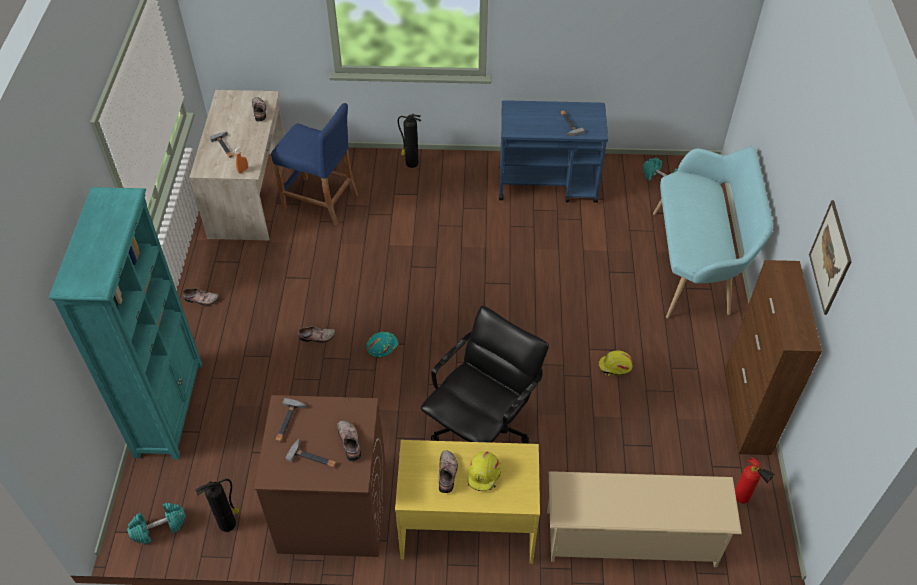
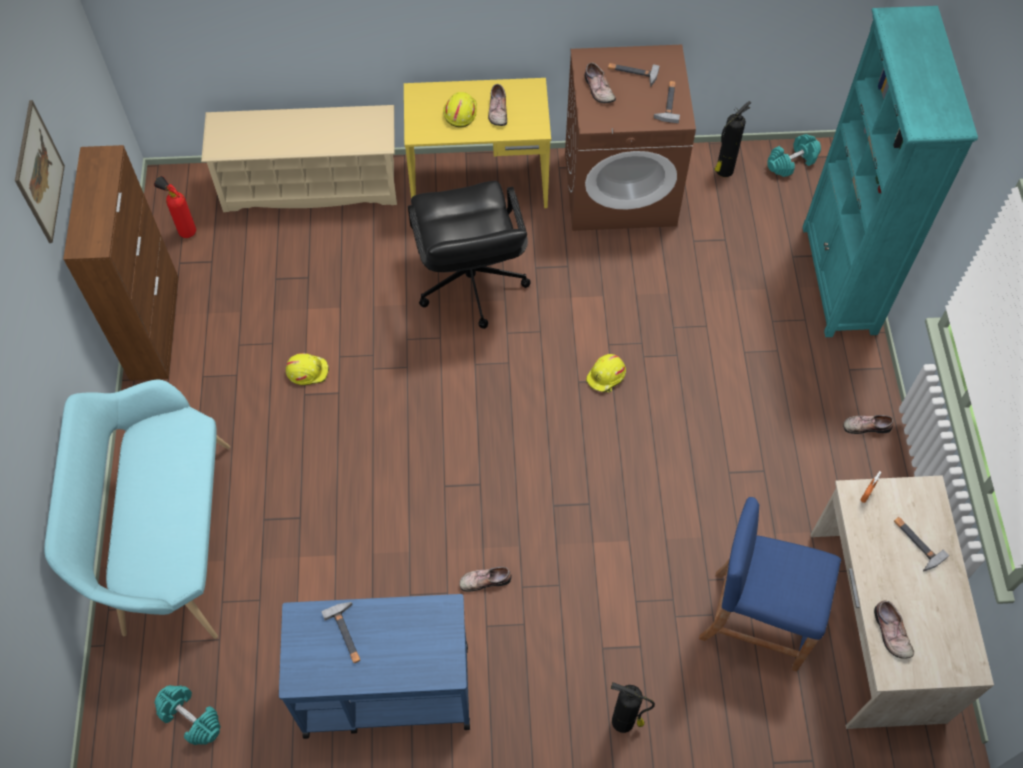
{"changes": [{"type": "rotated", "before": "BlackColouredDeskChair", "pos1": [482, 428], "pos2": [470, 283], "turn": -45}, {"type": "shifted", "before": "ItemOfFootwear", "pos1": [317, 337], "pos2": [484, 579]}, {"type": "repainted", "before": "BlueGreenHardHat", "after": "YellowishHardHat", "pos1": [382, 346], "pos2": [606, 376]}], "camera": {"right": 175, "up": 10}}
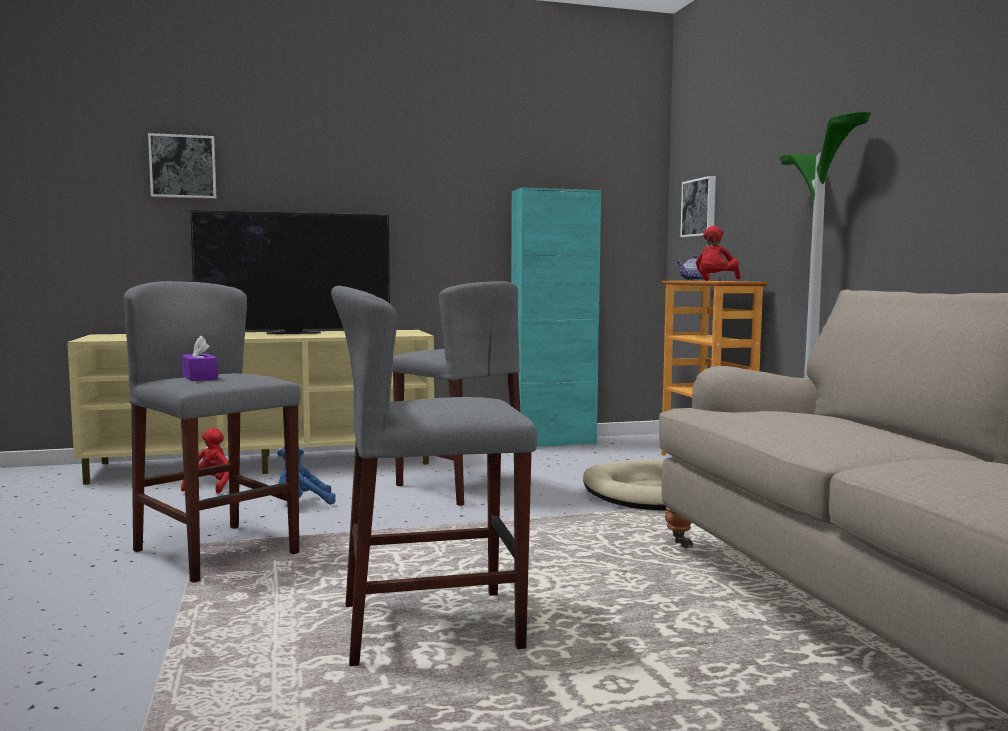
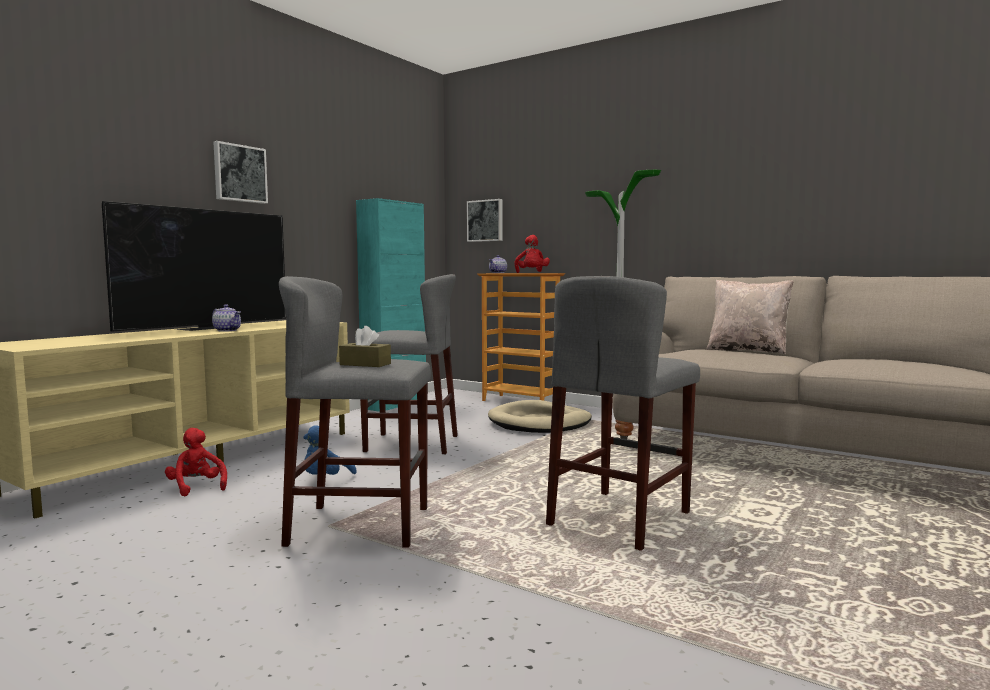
{"changes": [{"type": "new", "after": "TeaPot", "pos2": [227, 330]}, {"type": "shifted", "before": "WallPicture", "pos1": [183, 166], "pos2": [239, 173]}, {"type": "repainted", "before": "PurplishBoxOfTissues", "after": "BrownBoxOfTissues", "pos1": [200, 377], "pos2": [365, 364]}, {"type": "new", "after": "BeigeColouredPillow", "pos2": [748, 351]}], "camera": {"right": -40, "up": 0}}
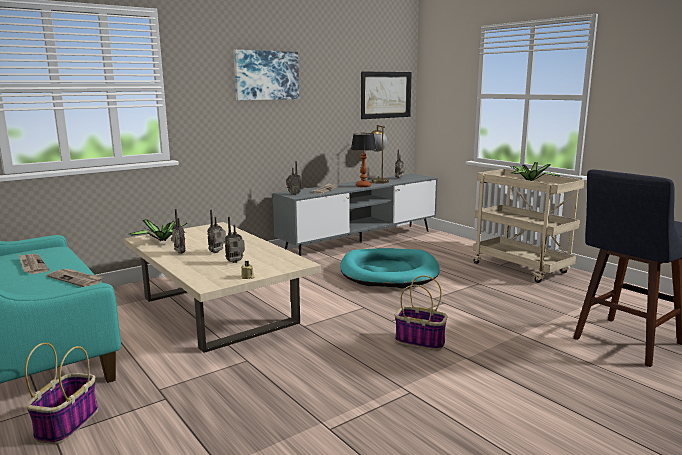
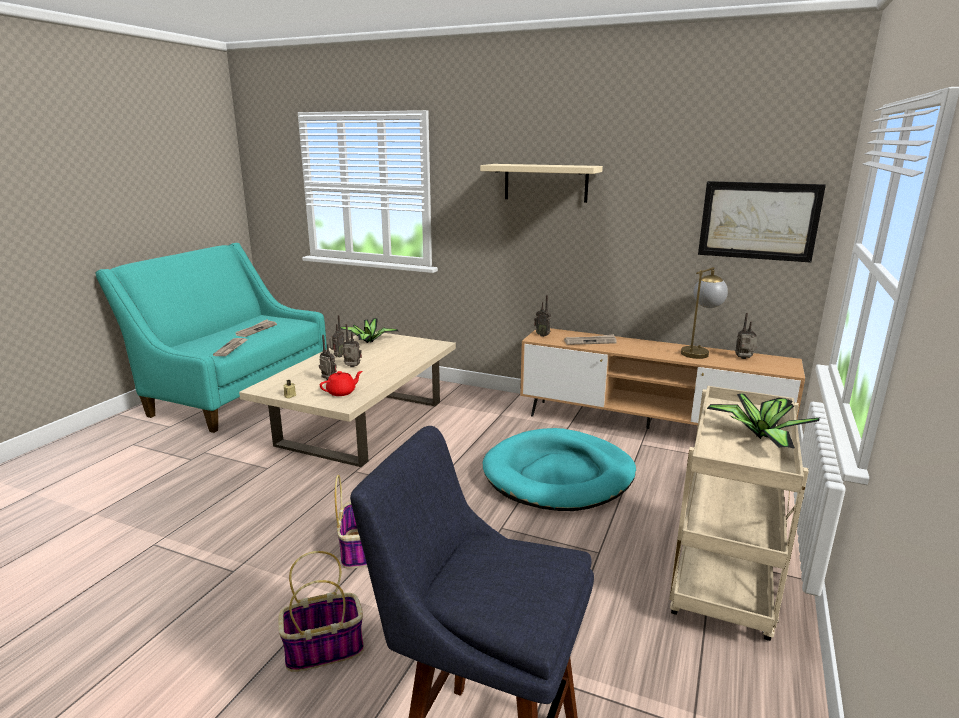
{"changes": [{"type": "shifted", "before": "Basket", "pos1": [67, 423], "pos2": [325, 649]}, {"type": "new", "after": "RedColouredTeaPot", "pos2": [342, 392]}, {"type": "swapped", "before": "WallPicture", "after": "BeigeColouredWallShelf", "pos1": [266, 75], "pos2": [545, 182]}, {"type": "repainted", "before": "GreyishTvStand", "after": "BrownTvStand", "pos1": [360, 242], "pos2": [647, 428]}, {"type": "gone", "before": "TableLamp", "pos1": [363, 186]}], "camera": {"right": 60, "up": 5}}
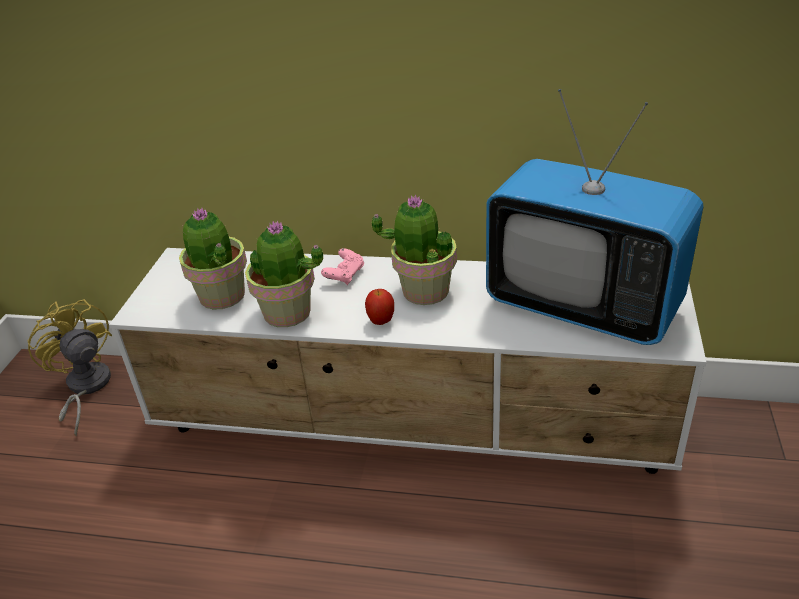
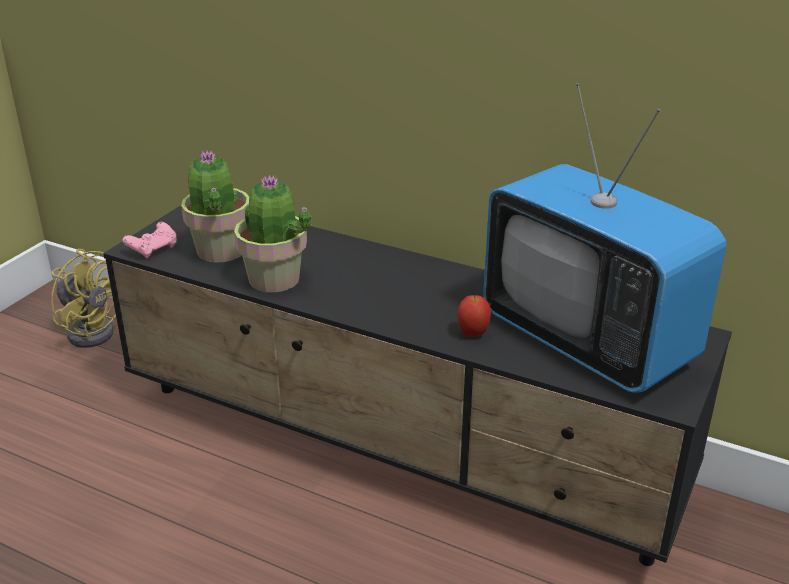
{"changes": [{"type": "rotated", "before": "YellowishElectricFan", "pos1": [85, 388], "pos2": [93, 329], "turn": 150}, {"type": "repainted", "before": "WhitishTvStand", "after": "BlackColouredTvStand", "pos1": [412, 427], "pos2": [397, 448]}, {"type": "shifted", "before": "PinkishGamepad", "pos1": [345, 275], "pos2": [153, 249]}, {"type": "shifted", "before": "Apple", "pos1": [381, 321], "pos2": [473, 334]}, {"type": "gone", "before": "Houseplant", "pos1": [424, 290]}], "camera": {"right": 15, "up": -5}}
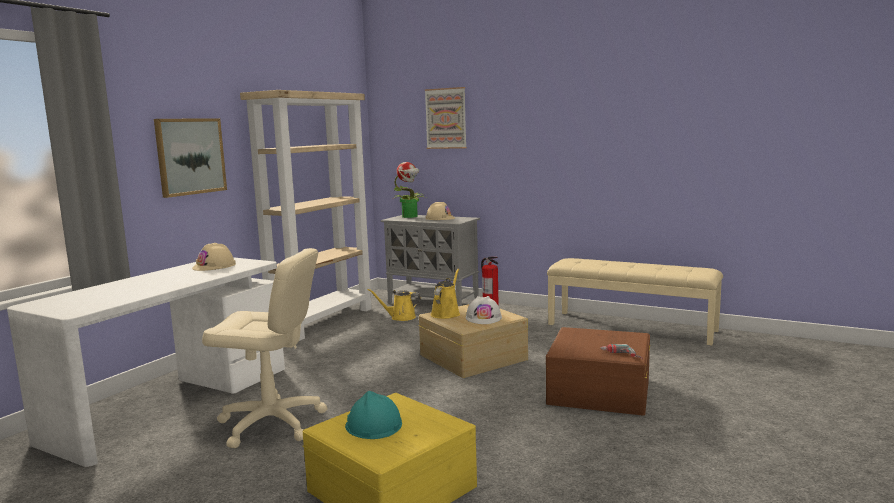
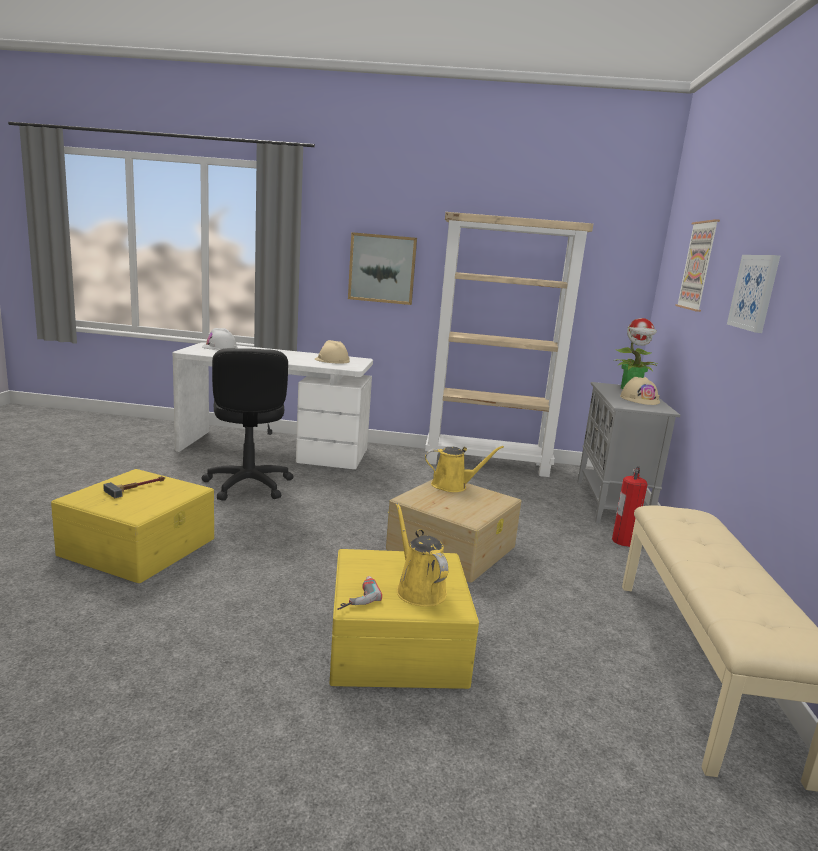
{"changes": [{"type": "swapped", "before": "BlueGreenHardHat", "after": "ToolHammer", "pos1": [373, 425], "pos2": [138, 488]}, {"type": "repainted", "before": "BeigeColouredDeskChair", "after": "BlackColouredDeskChair", "pos1": [271, 423], "pos2": [248, 485]}, {"type": "shifted", "before": "WhitishHardHat", "pos1": [483, 318], "pos2": [219, 347]}, {"type": "repainted", "before": "BrownStorageContainer", "after": "YellowishStorageContainer", "pos1": [598, 391], "pos2": [395, 643]}, {"type": "shifted", "before": "YellowishWateringPot", "pos1": [400, 317], "pos2": [418, 589]}, {"type": "new", "after": "WallPicture", "pos2": [754, 292]}], "camera": {"right": 65, "up": 5}}
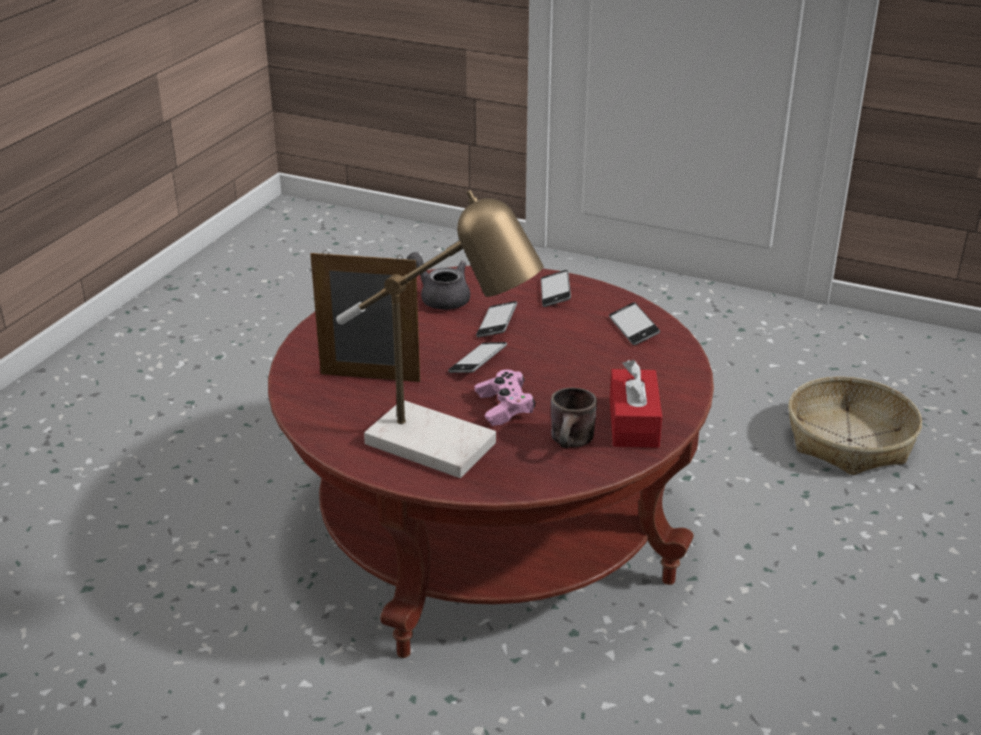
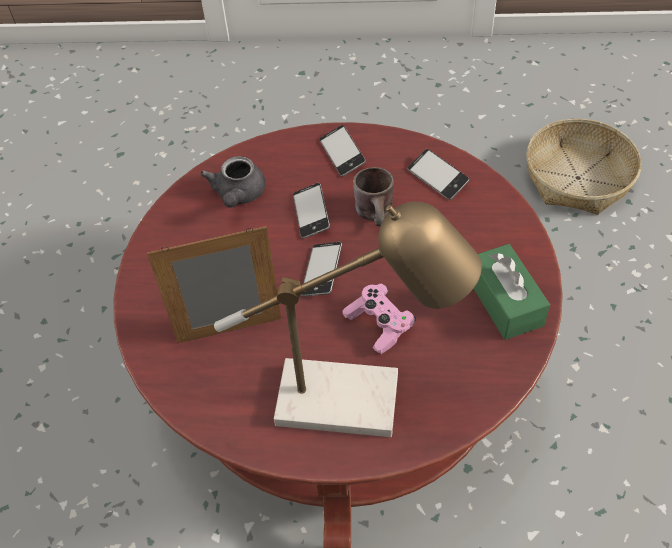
{"changes": [{"type": "rotated", "before": "GreyishTeaPot", "pos1": [440, 297], "pos2": [238, 195], "turn": -105}, {"type": "shifted", "before": "BrownCoffeeMug", "pos1": [574, 443], "pos2": [378, 214]}, {"type": "repainted", "before": "RedColouredBoxOfTissues", "after": "GreenColouredBoxOfTissues", "pos1": [633, 423], "pos2": [504, 301]}], "camera": {"right": -20, "up": 20}}
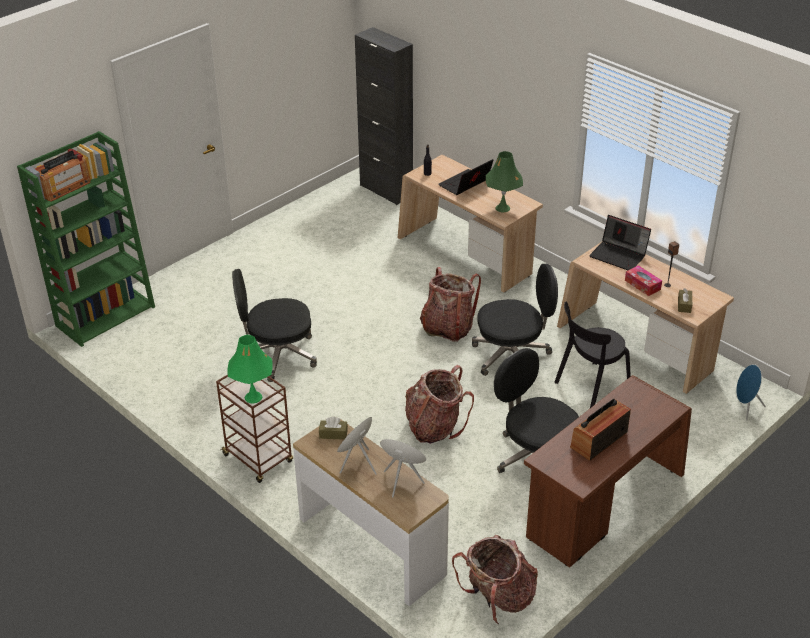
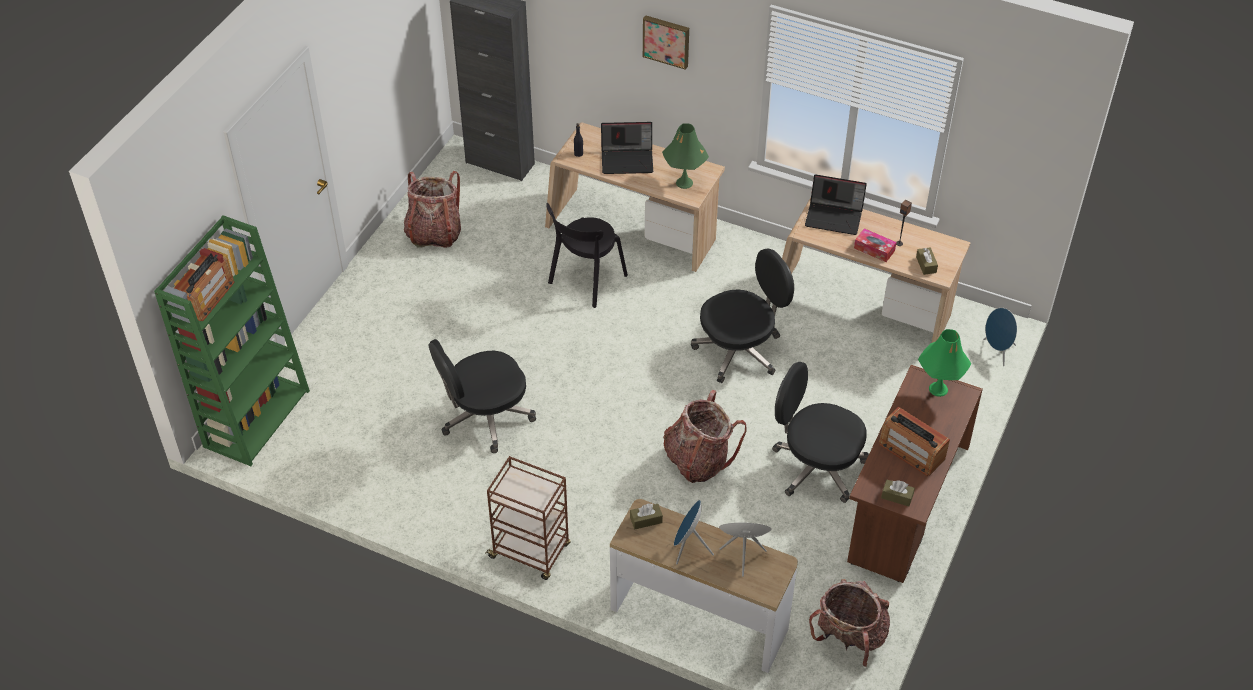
{"changes": [{"type": "shifted", "before": "Knapsack", "pos1": [447, 327], "pos2": [434, 233]}, {"type": "shifted", "before": "BlackColouredPlainChair", "pos1": [589, 388], "pos2": [585, 281]}, {"type": "rotated", "before": "NotebookComputer", "pos1": [465, 185], "pos2": [628, 160], "turn": -120}, {"type": "new", "after": "WallPicture", "pos2": [666, 40]}, {"type": "rotated", "before": "Radio", "pos1": [598, 440], "pos2": [911, 451], "turn": -75}, {"type": "new", "after": "BrownBoxOfTissues", "pos2": [897, 496]}, {"type": "shifted", "before": "GreenColouredTableLamp", "pos1": [253, 397], "pos2": [938, 389]}], "camera": {"right": -20, "up": 10}}
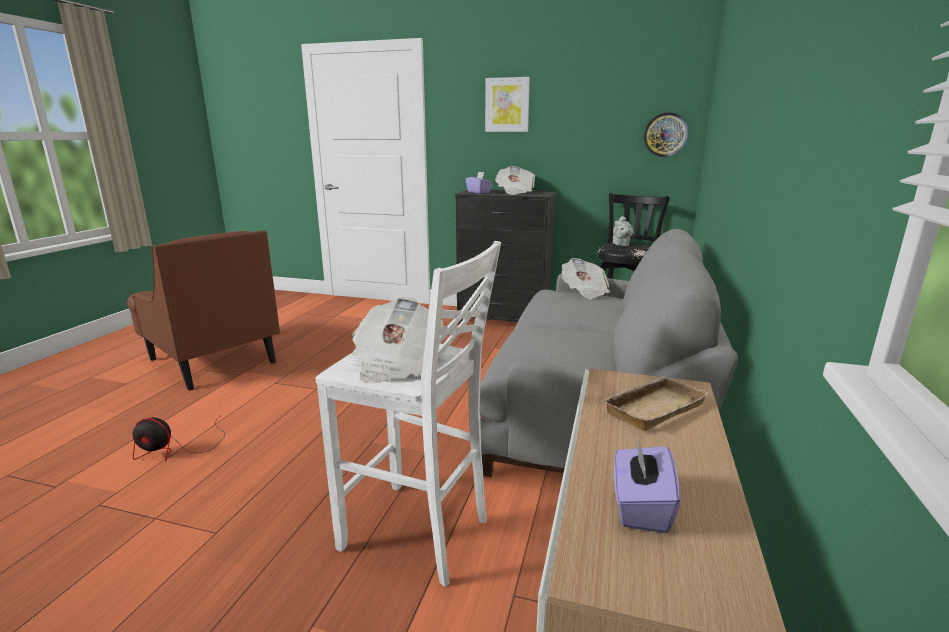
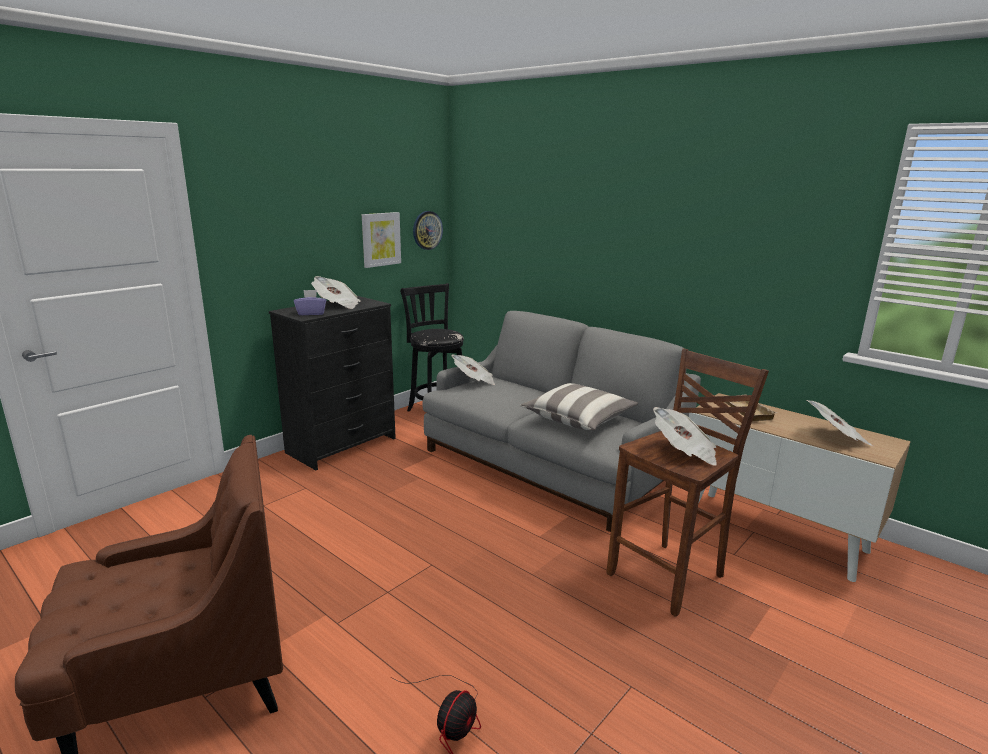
{"changes": [{"type": "shifted", "before": "WallPicture", "pos1": [507, 105], "pos2": [380, 239]}, {"type": "new", "after": "Pillow", "pos2": [578, 419]}, {"type": "repainted", "before": "WhitishStool", "after": "BrownStool", "pos1": [418, 534], "pos2": [669, 576]}, {"type": "swapped", "before": "PurplishBoxOfTissues", "after": "PrintedPaper", "pos1": [640, 507], "pos2": [836, 438]}, {"type": "gone", "before": "GreyishTeaPot", "pos1": [621, 244]}], "camera": {"right": -65, "up": 0}}
